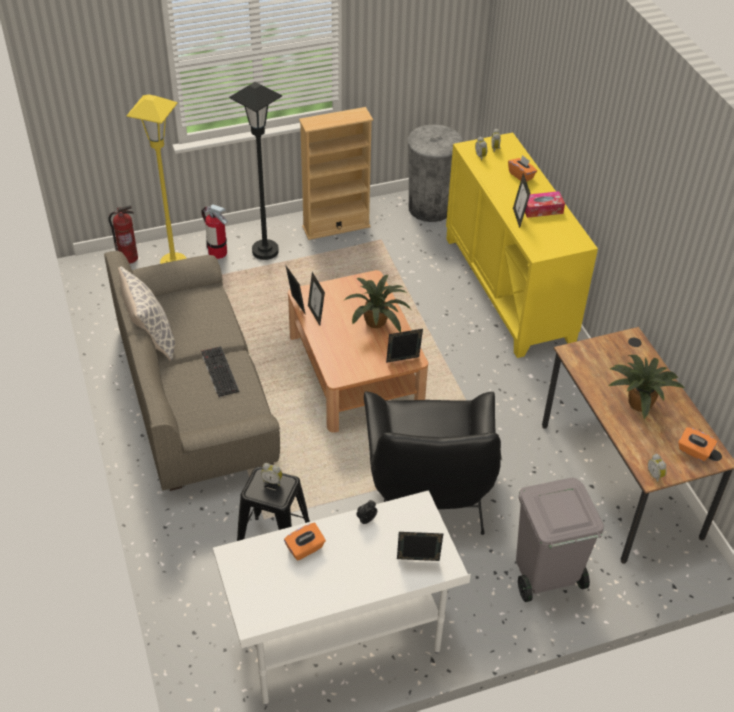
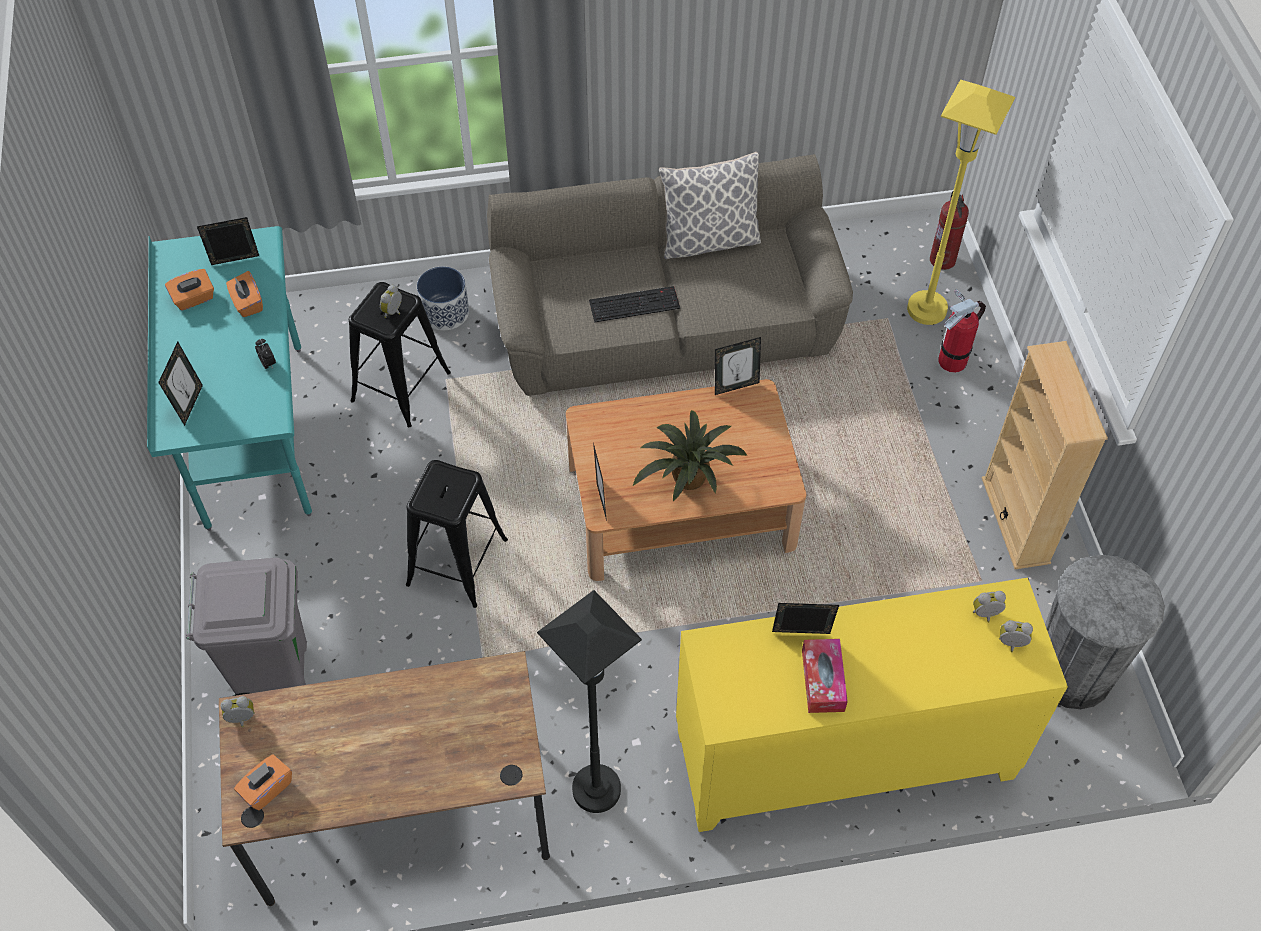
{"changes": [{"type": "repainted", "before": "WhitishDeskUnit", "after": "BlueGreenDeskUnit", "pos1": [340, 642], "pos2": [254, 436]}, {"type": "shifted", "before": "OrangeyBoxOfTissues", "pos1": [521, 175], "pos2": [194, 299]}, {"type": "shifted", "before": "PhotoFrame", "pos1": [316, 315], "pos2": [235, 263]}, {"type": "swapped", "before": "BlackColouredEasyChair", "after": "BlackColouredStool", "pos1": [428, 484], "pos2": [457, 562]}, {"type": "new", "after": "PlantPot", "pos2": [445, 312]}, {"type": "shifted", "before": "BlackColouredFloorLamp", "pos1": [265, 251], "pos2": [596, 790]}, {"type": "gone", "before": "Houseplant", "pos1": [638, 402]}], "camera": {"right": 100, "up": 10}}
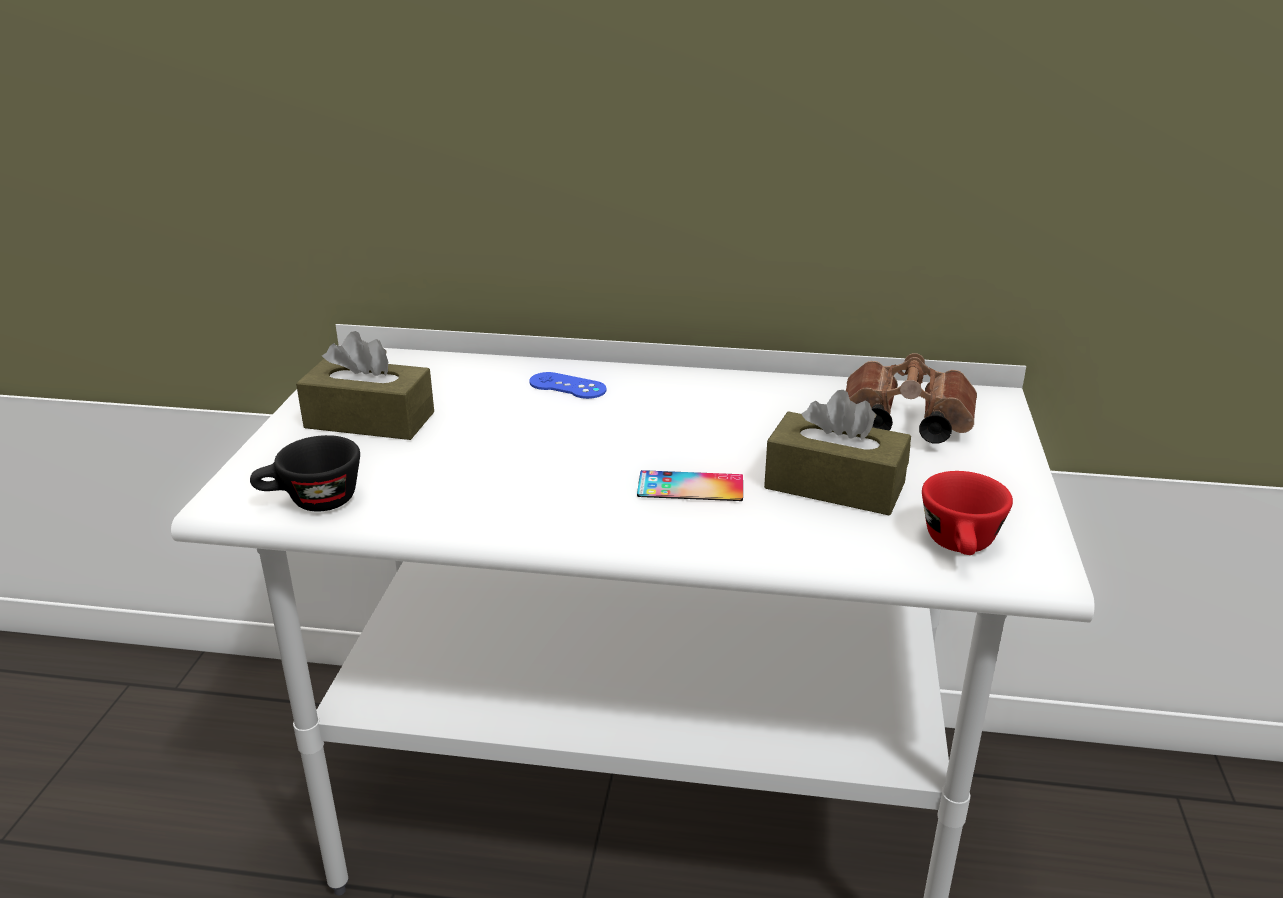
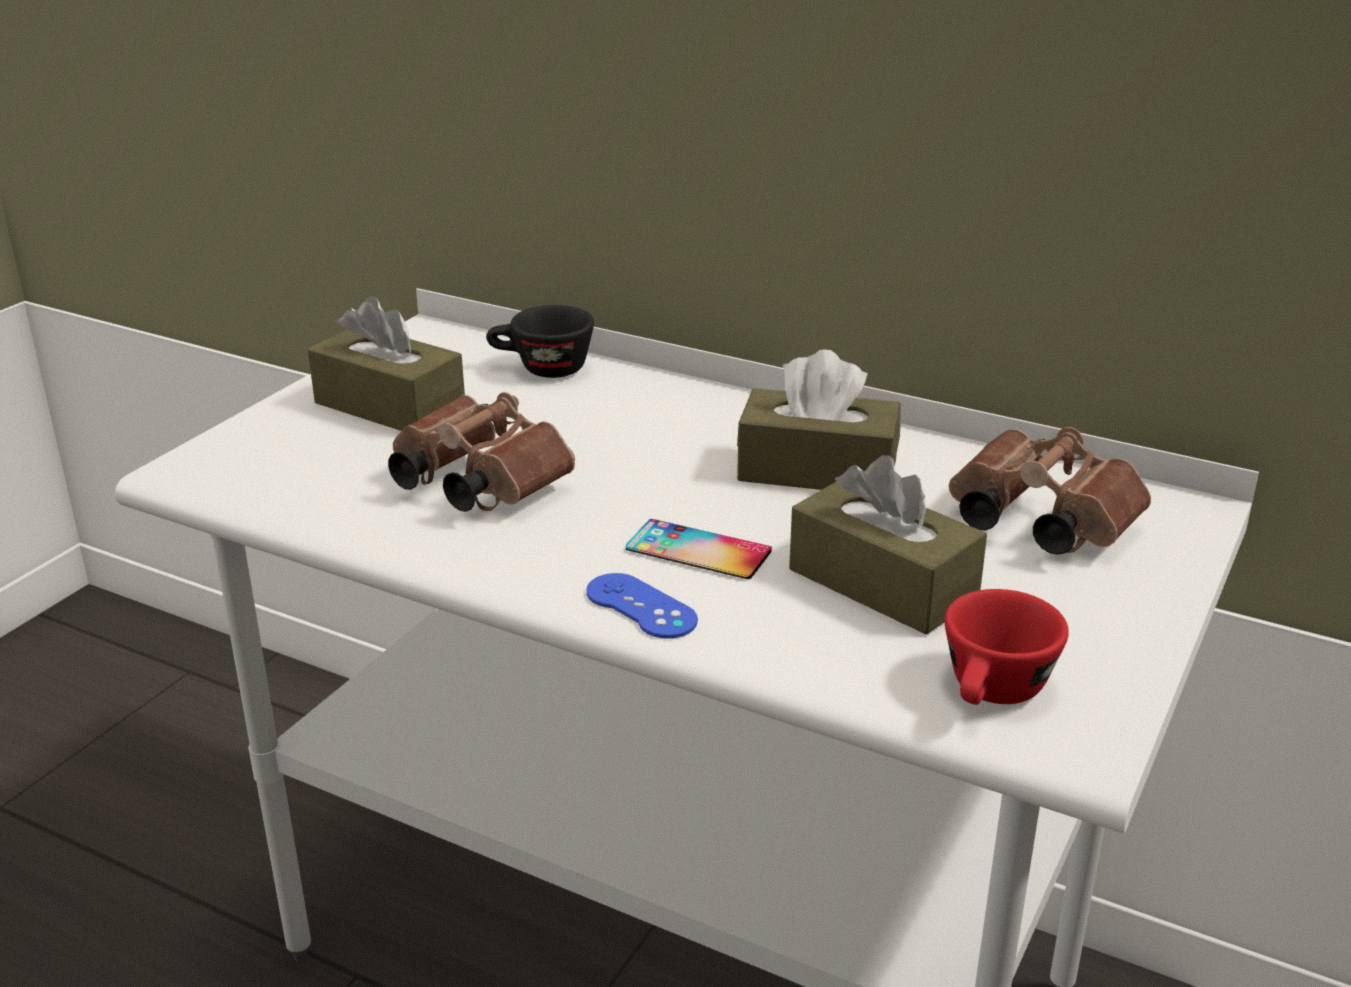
{"changes": [{"type": "new", "after": "BrownFieldGlasses", "pos2": [474, 484]}, {"type": "shifted", "before": "BlackColouredSmallCup", "pos1": [311, 502], "pos2": [541, 369]}, {"type": "shifted", "before": "BlueColouredGamepad", "pos1": [567, 386], "pos2": [641, 606]}, {"type": "new", "after": "BrownBoxOfTissues", "pos2": [817, 470]}], "camera": {"right": 20, "up": 0}}
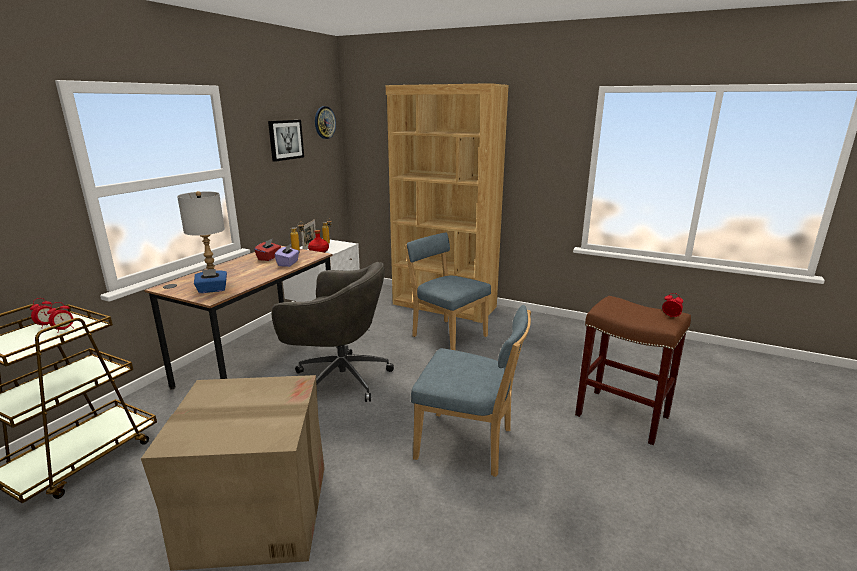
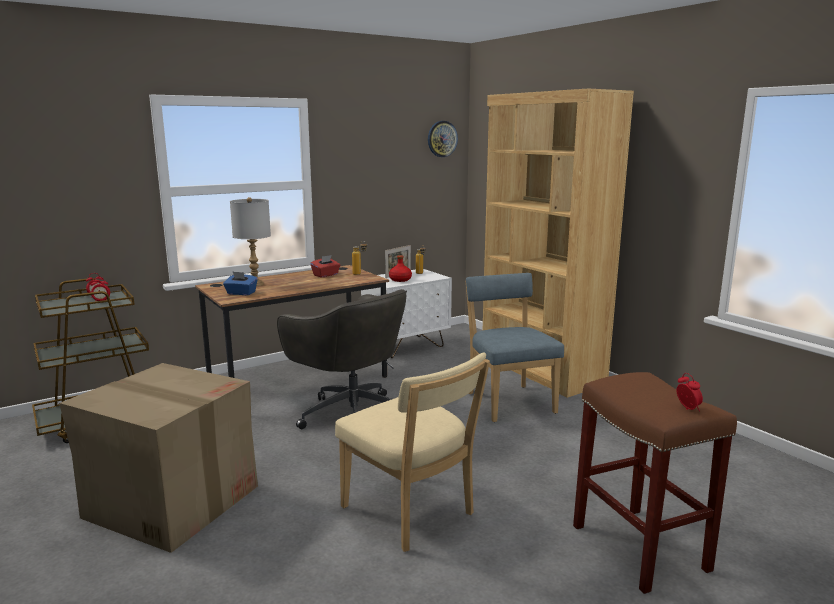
{"changes": [{"type": "repainted", "before": "BlueColouredPlainChair", "after": "BeigeColouredPlainChair", "pos1": [469, 445], "pos2": [411, 513]}, {"type": "gone", "before": "WallPicture", "pos1": [285, 140]}, {"type": "gone", "before": "PurplishBoxOfTissues", "pos1": [288, 263]}], "camera": {"right": 30, "up": -5}}
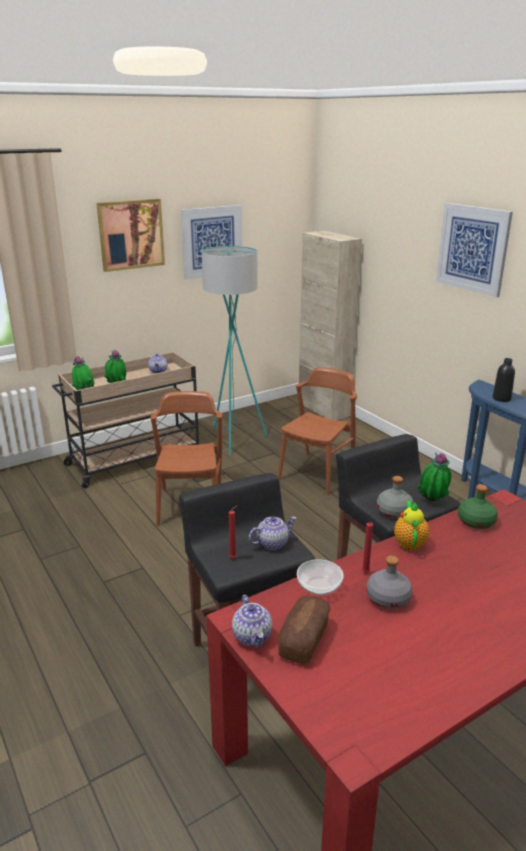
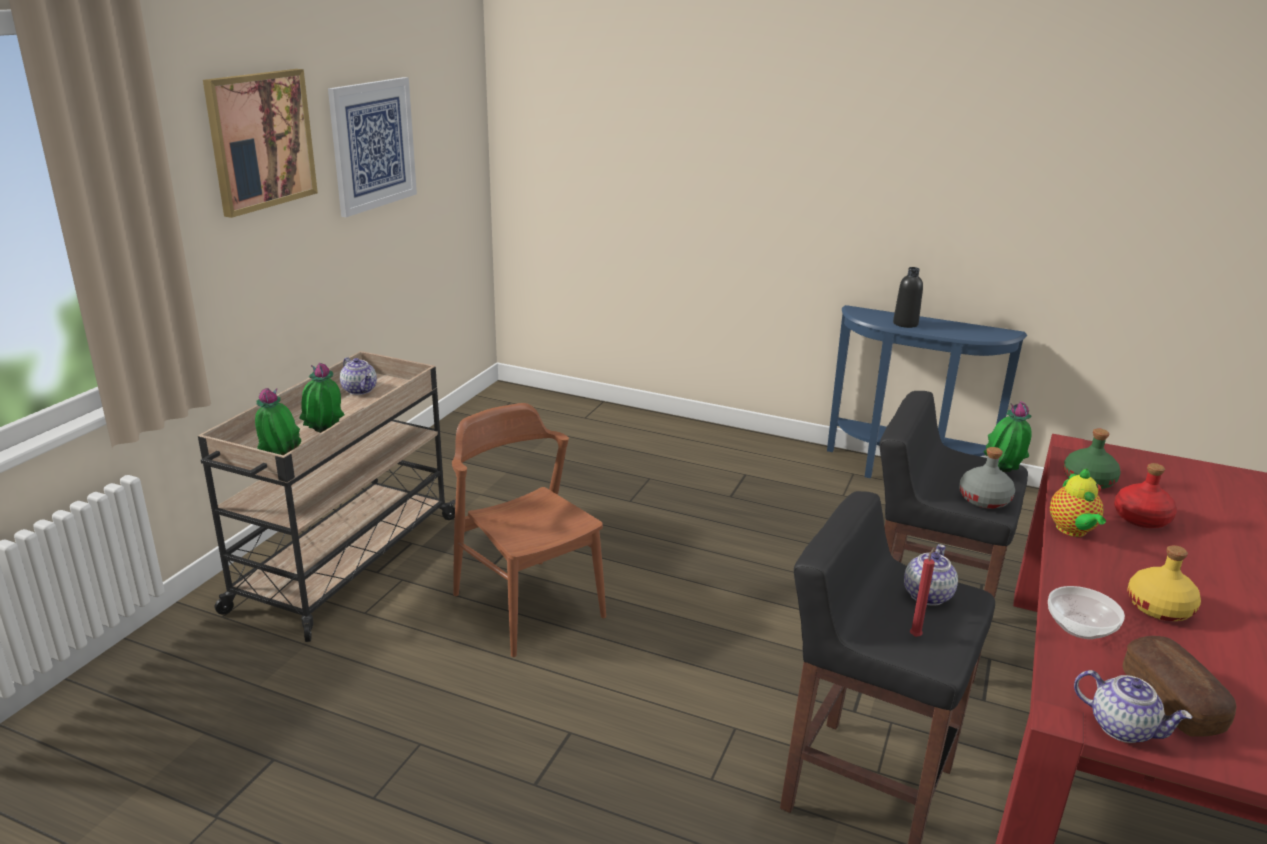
{"changes": [{"type": "rotated", "before": "TeaPot", "pos1": [409, 542], "pos2": [1072, 531], "turn": -150}, {"type": "new", "after": "RedColouredBeverageBottle", "pos2": [1140, 518]}, {"type": "repainted", "before": "GreyishBeverageBottle", "after": "YellowishBeverageBottle", "pos1": [388, 598], "pos2": [1160, 608]}, {"type": "gone", "before": "BlueGreenFloorLamp", "pos1": [232, 439]}, {"type": "gone", "before": "BrownPlainChair", "pos1": [317, 473]}, {"type": "gone", "before": "BeigeColouredCabinet", "pos1": [323, 409]}, {"type": "gone", "before": "RedColouredCandle", "pos1": [365, 573]}, {"type": "gone", "before": "WallPicture", "pos1": [472, 248]}], "camera": {"right": -35, "up": 0}}
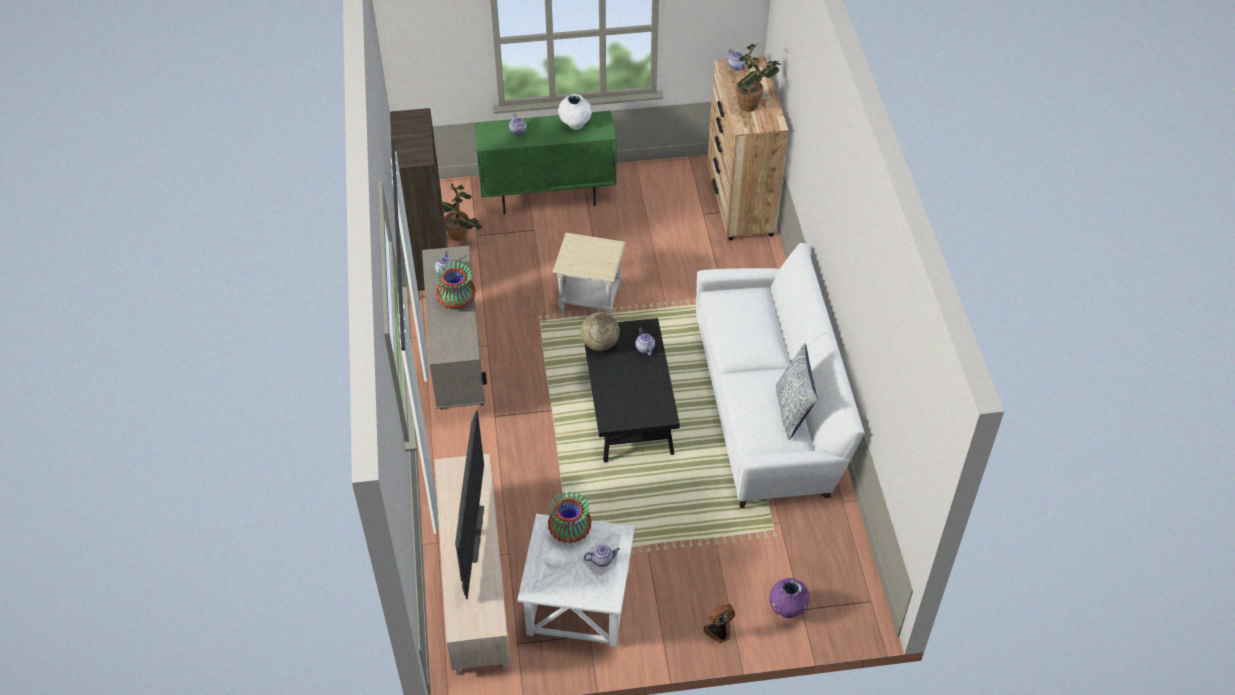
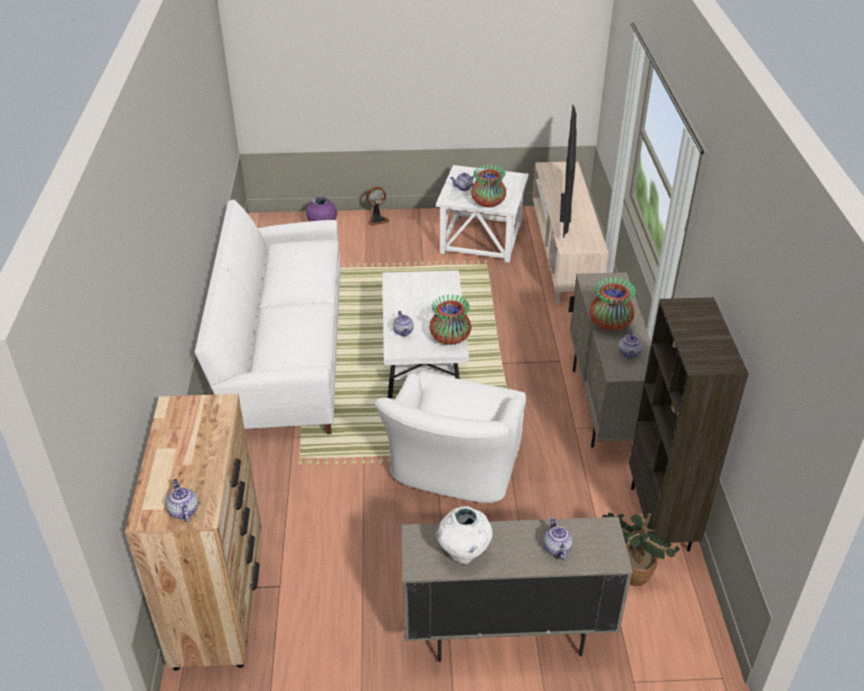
{"changes": [{"type": "swapped", "before": "BeigeColouredEndTable", "after": "WhitishEasyChair", "pos1": [591, 302], "pos2": [453, 469]}, {"type": "repainted", "before": "BlackColouredLowTable", "after": "WhitishLowTable", "pos1": [629, 410], "pos2": [423, 358]}, {"type": "repainted", "before": "GreenColouredCabinet", "after": "BeigeColouredCabinet", "pos1": [548, 197], "pos2": [506, 633]}, {"type": "swapped", "before": "WorldGlobe", "after": "DecorativeVase", "pos1": [600, 344], "pos2": [450, 338]}, {"type": "gone", "before": "Houseplant", "pos1": [752, 104]}, {"type": "gone", "before": "Pillow", "pos1": [793, 411]}], "camera": {"right": -175, "up": -10}}
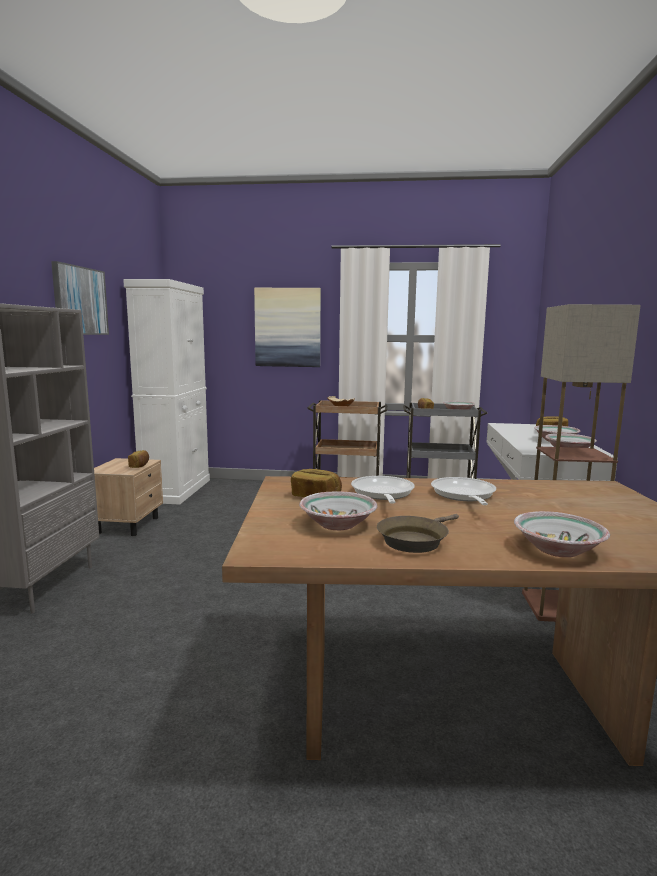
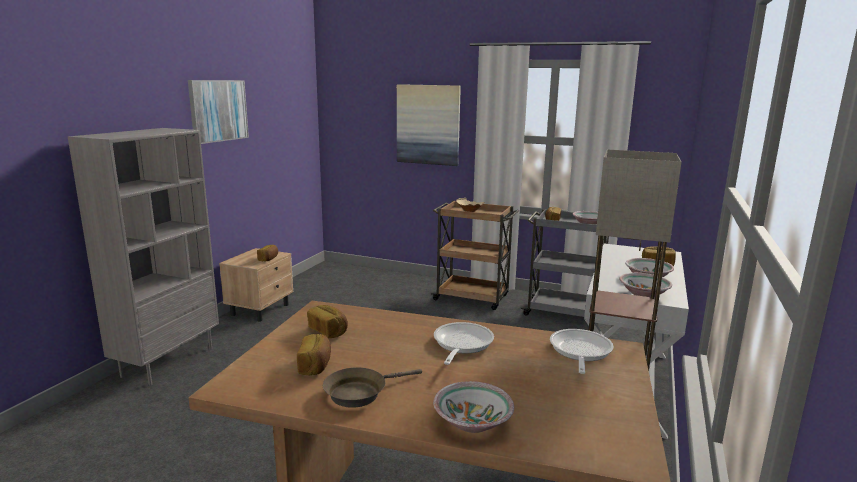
{"changes": [{"type": "swapped", "before": "ServingBowl", "after": "Bread", "pos1": [338, 524], "pos2": [315, 366]}, {"type": "shifted", "before": "Skillet", "pos1": [382, 494], "pos2": [579, 352]}, {"type": "gone", "before": "WhitishCabinet", "pos1": [176, 490]}], "camera": {"right": 15, "up": 5}}
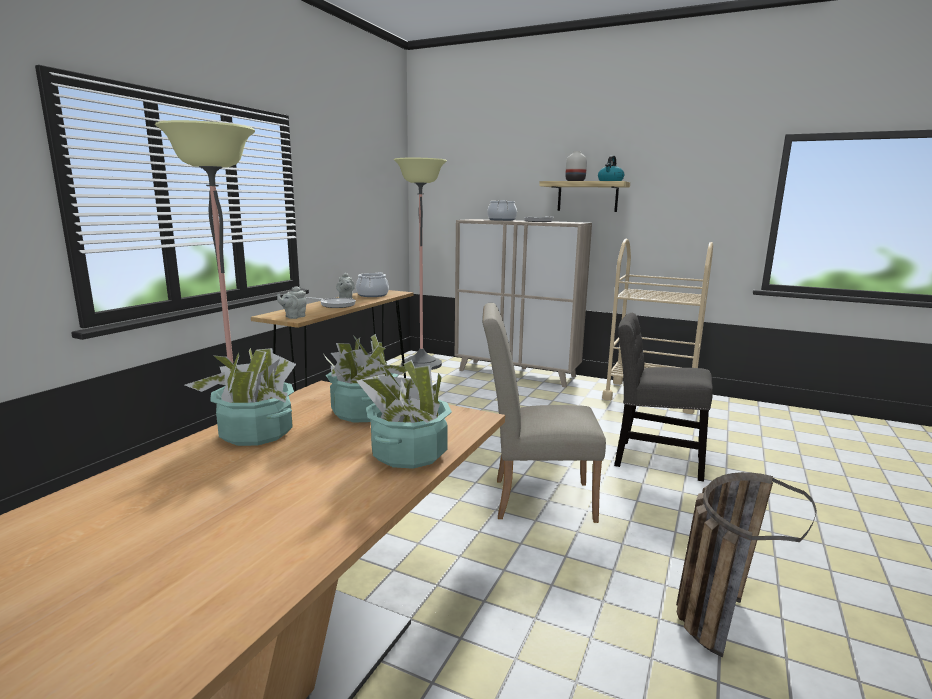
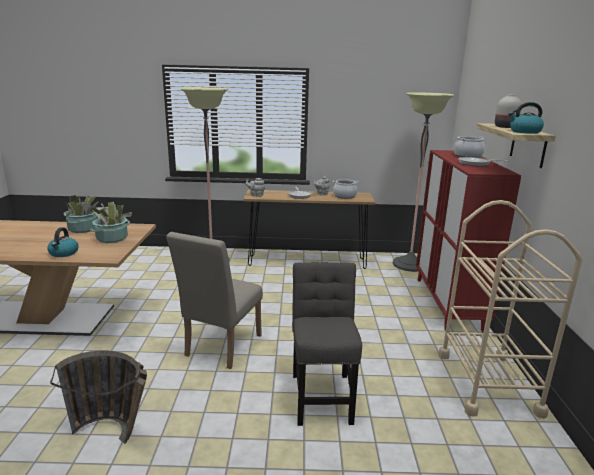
{"changes": [{"type": "swapped", "before": "Houseplant", "after": "TeaKettle", "pos1": [409, 453], "pos2": [64, 253]}, {"type": "rotated", "before": "BeigeColouredPlainChair", "pos1": [534, 498], "pos2": [220, 348], "turn": -135}, {"type": "repainted", "before": "BeigeColouredCabinet", "after": "RedColouredCabinet", "pos1": [517, 373], "pos2": [448, 303]}], "camera": {"right": 65, "up": 5}}
